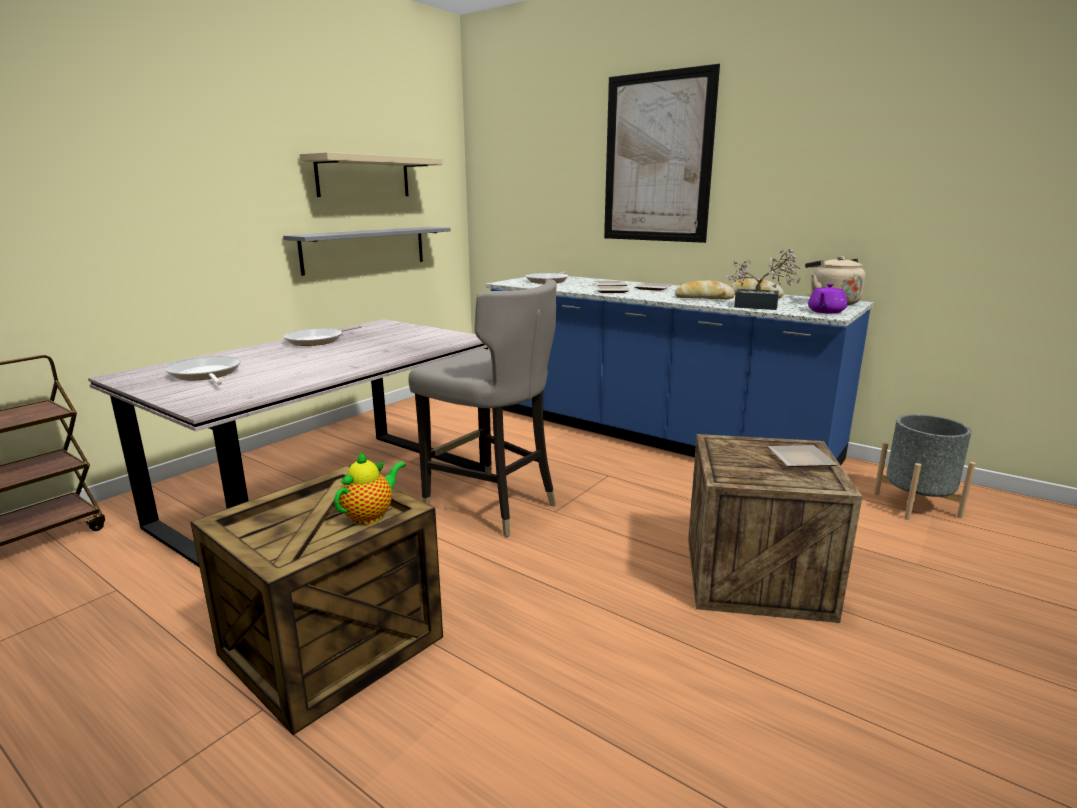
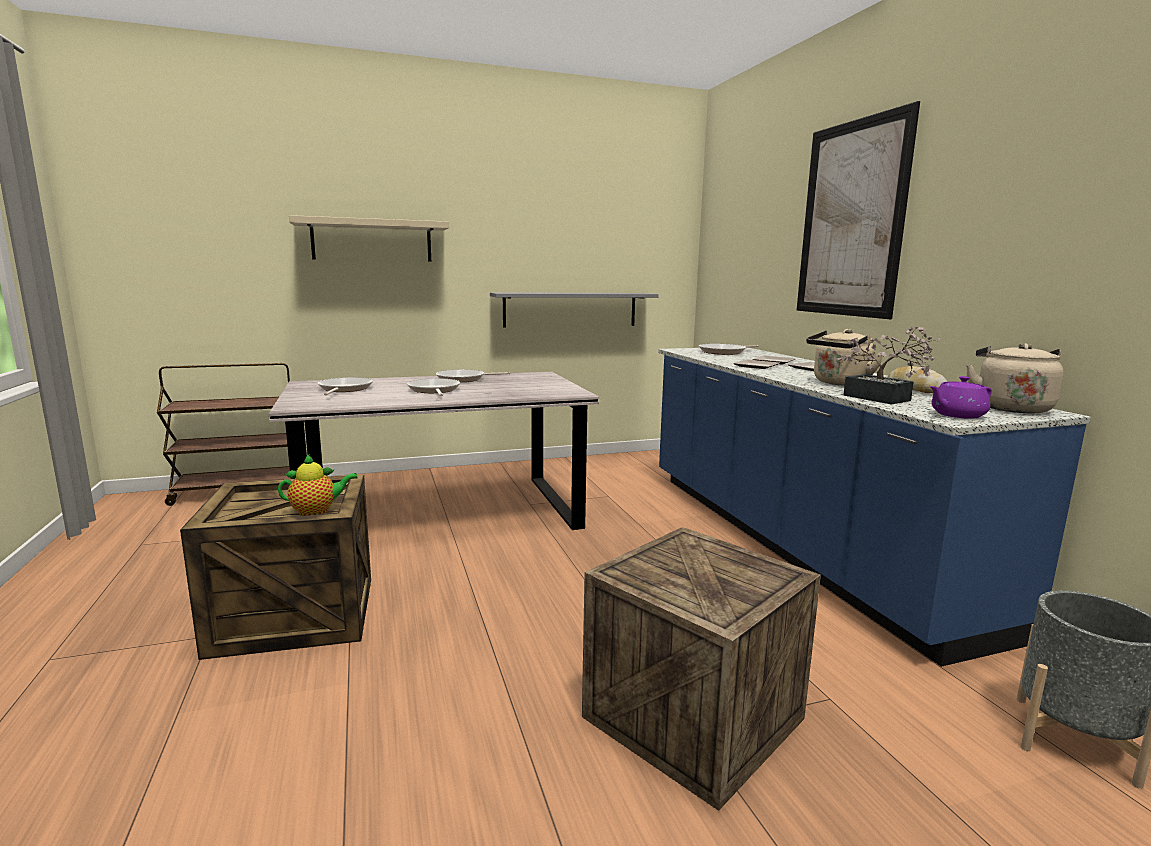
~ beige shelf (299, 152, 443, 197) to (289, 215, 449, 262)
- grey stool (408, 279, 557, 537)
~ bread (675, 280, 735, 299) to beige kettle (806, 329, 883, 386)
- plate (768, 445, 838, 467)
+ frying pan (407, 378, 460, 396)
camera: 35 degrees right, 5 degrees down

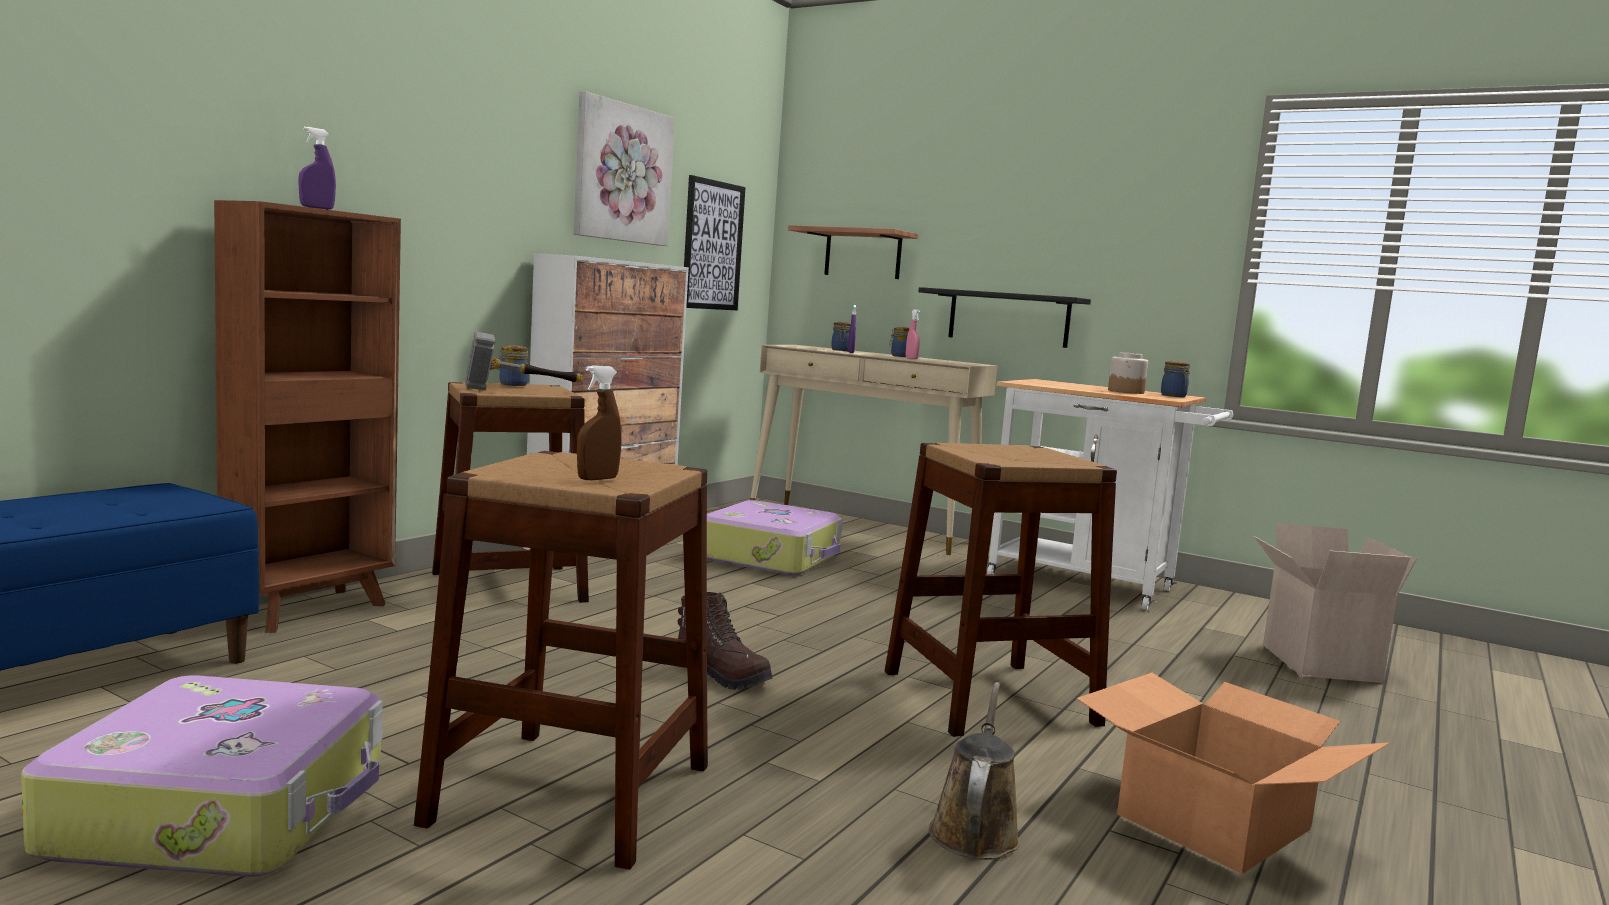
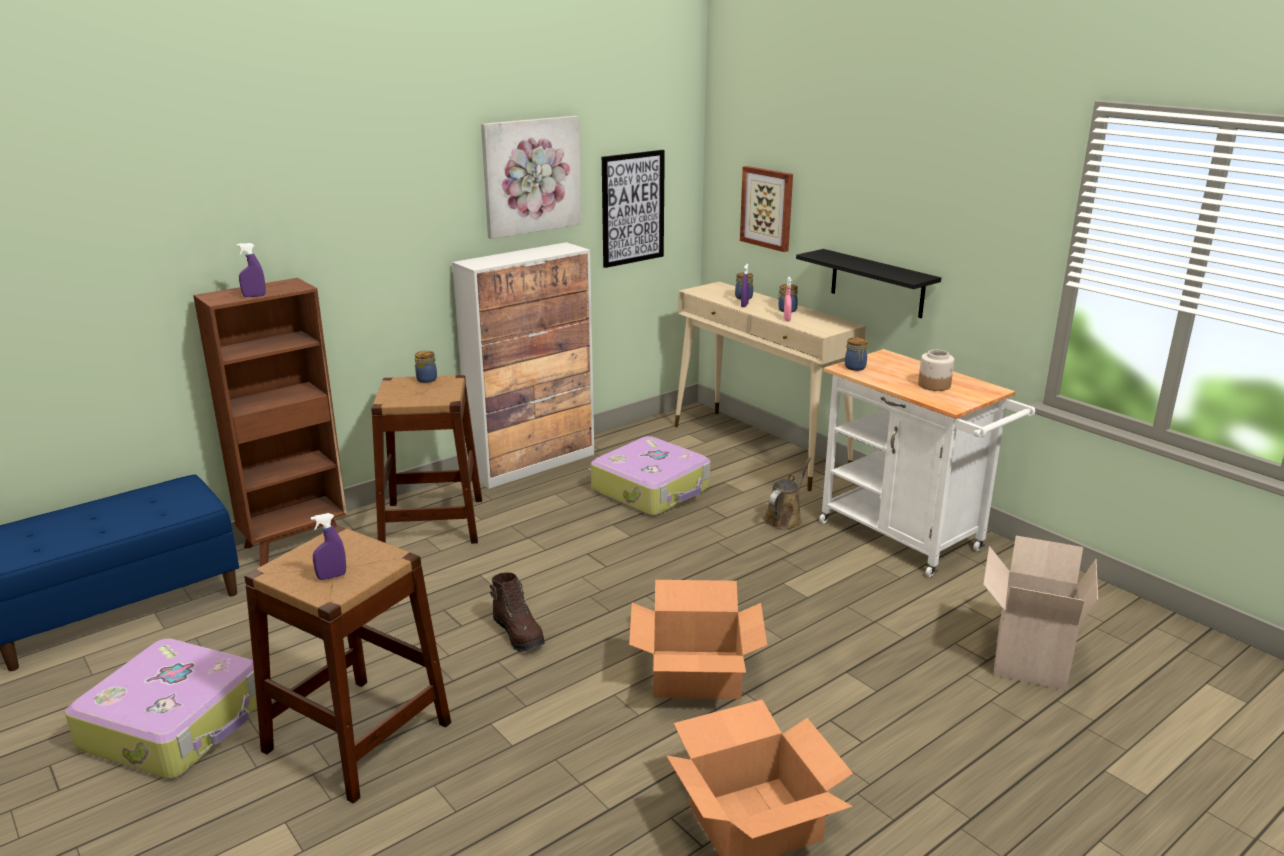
~ shelf (788, 225, 918, 279) to picture (740, 166, 793, 252)
- hammer (465, 332, 583, 390)
~ jar (1161, 361, 1190, 397) to (845, 337, 868, 371)
~ brown spray bottle (577, 365, 621, 480) to purple spray bottle (311, 513, 346, 580)
~ brown stool (885, 443, 1117, 737) to cardboard box (629, 580, 767, 699)
~ brown watering can (929, 682, 1020, 860) to (763, 457, 811, 529)
camera: 20 degrees right, 15 degrees up

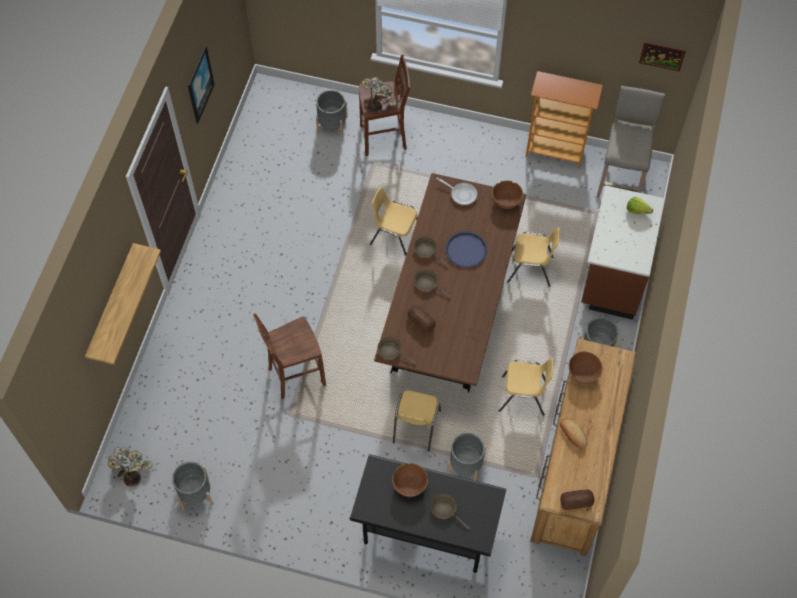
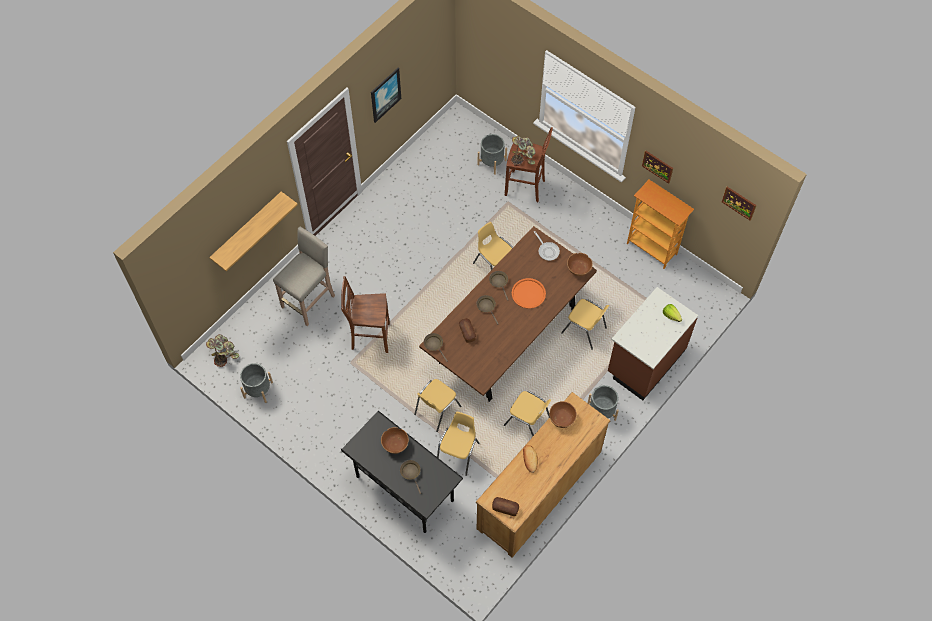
~ beige stool (597, 86, 665, 197) to (273, 226, 335, 326)
~ blue tray (445, 231, 488, 268) to orange tray (512, 278, 546, 308)
~ grey planter (447, 433, 486, 481) to yellow chair (437, 412, 479, 476)
+ picture (642, 151, 673, 184)
camera: 25 degrees right, 0 degrees up

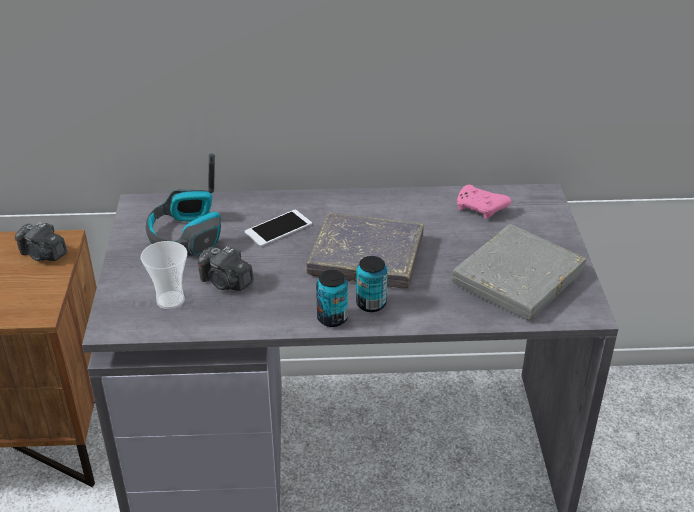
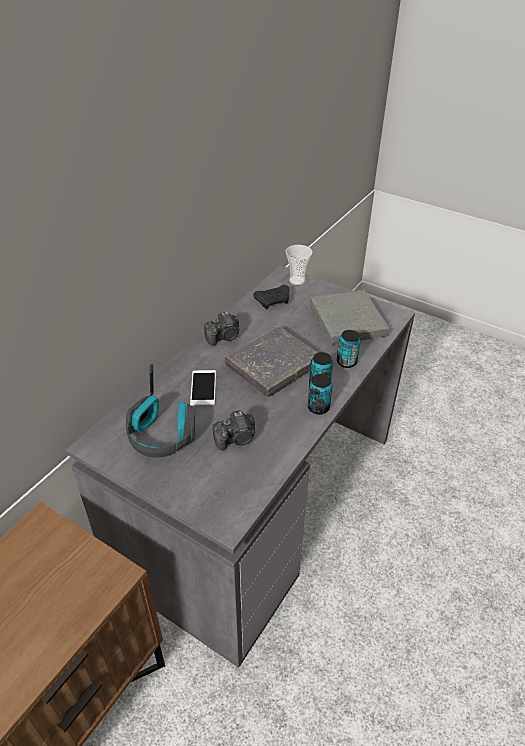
~ pink game controller (457, 185, 511, 219) to black game controller (253, 285, 289, 309)
~ photo camera (15, 222, 67, 261) to (204, 312, 240, 346)
~ cup (140, 241, 187, 309) to (286, 245, 312, 285)
+ can (337, 330, 361, 368)
camera: 55 degrees left, 5 degrees up

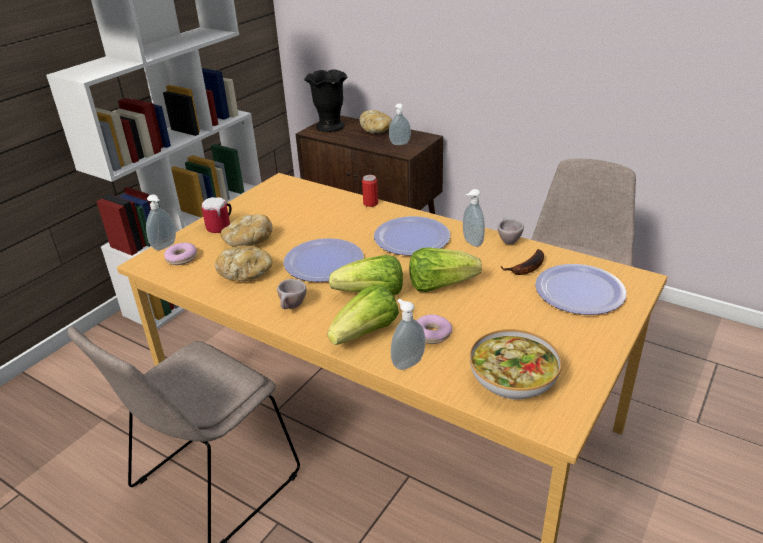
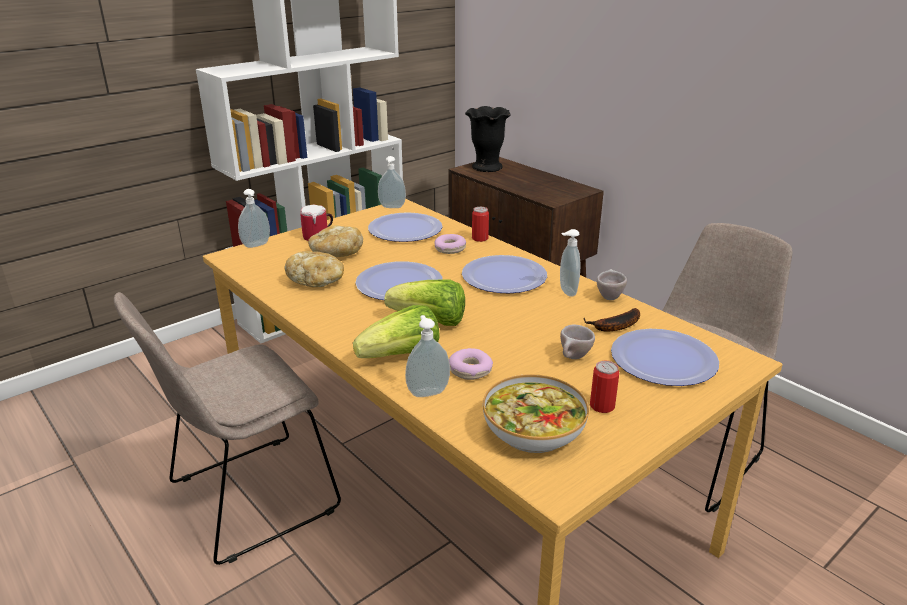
~ soap dispenser (389, 103, 411, 145) to (378, 156, 406, 208)
- bread (359, 110, 392, 133)
~ donut (164, 243, 197, 265) to (435, 234, 466, 254)
- lettuce (409, 248, 482, 292)
~ beige cup (277, 279, 307, 309) to (560, 324, 595, 359)
+ plate (368, 212, 443, 242)
+ can (590, 361, 619, 413)
camera: 15 degrees right, 5 degrees down

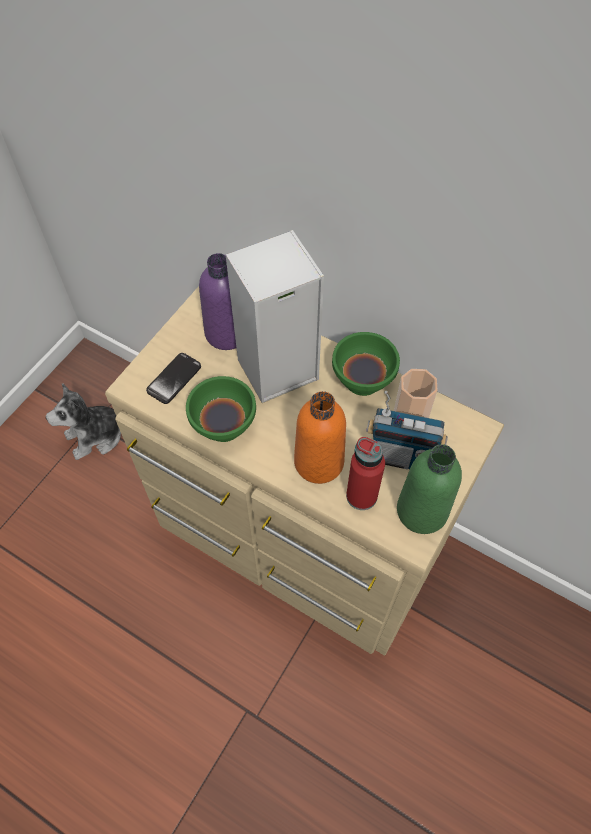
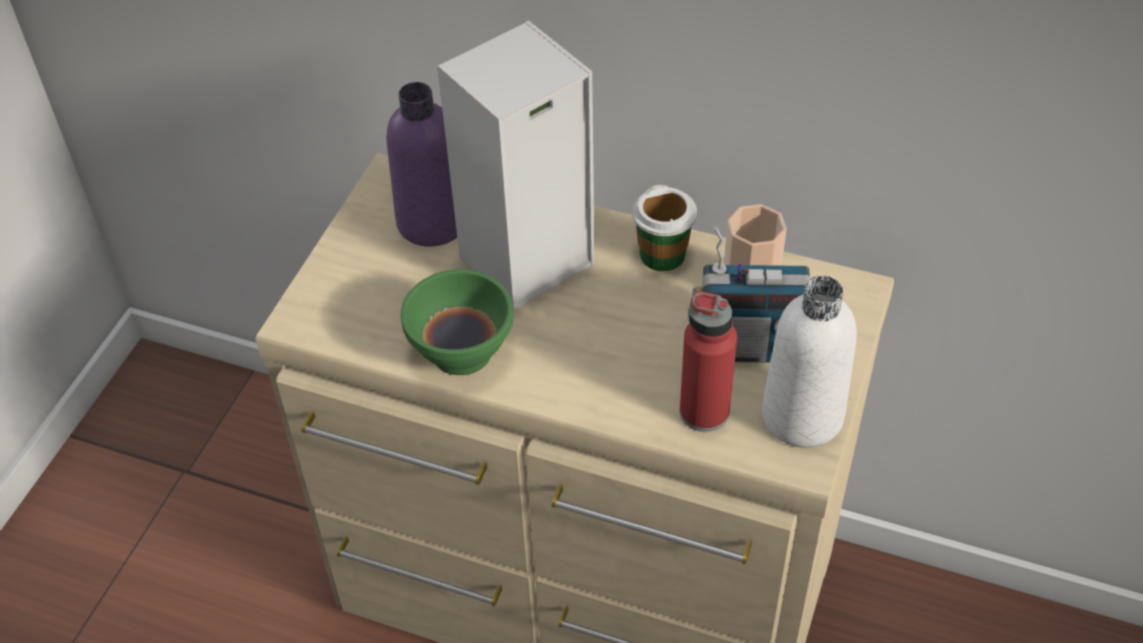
~ green bowl (332, 332, 400, 396) to cup (632, 185, 697, 271)
- phone (146, 353, 201, 404)
- plush toy (46, 383, 121, 460)
- orange bottle (294, 391, 346, 484)
~ green bottle (397, 444, 462, 534) to white bottle (762, 276, 857, 448)
camera: 10 degrees left, 10 degrees down

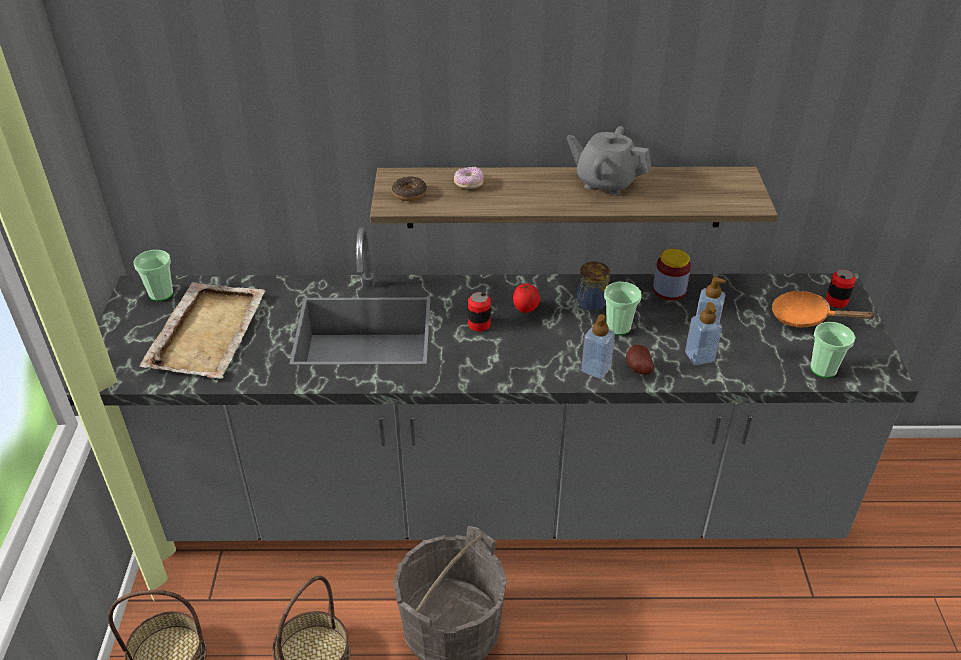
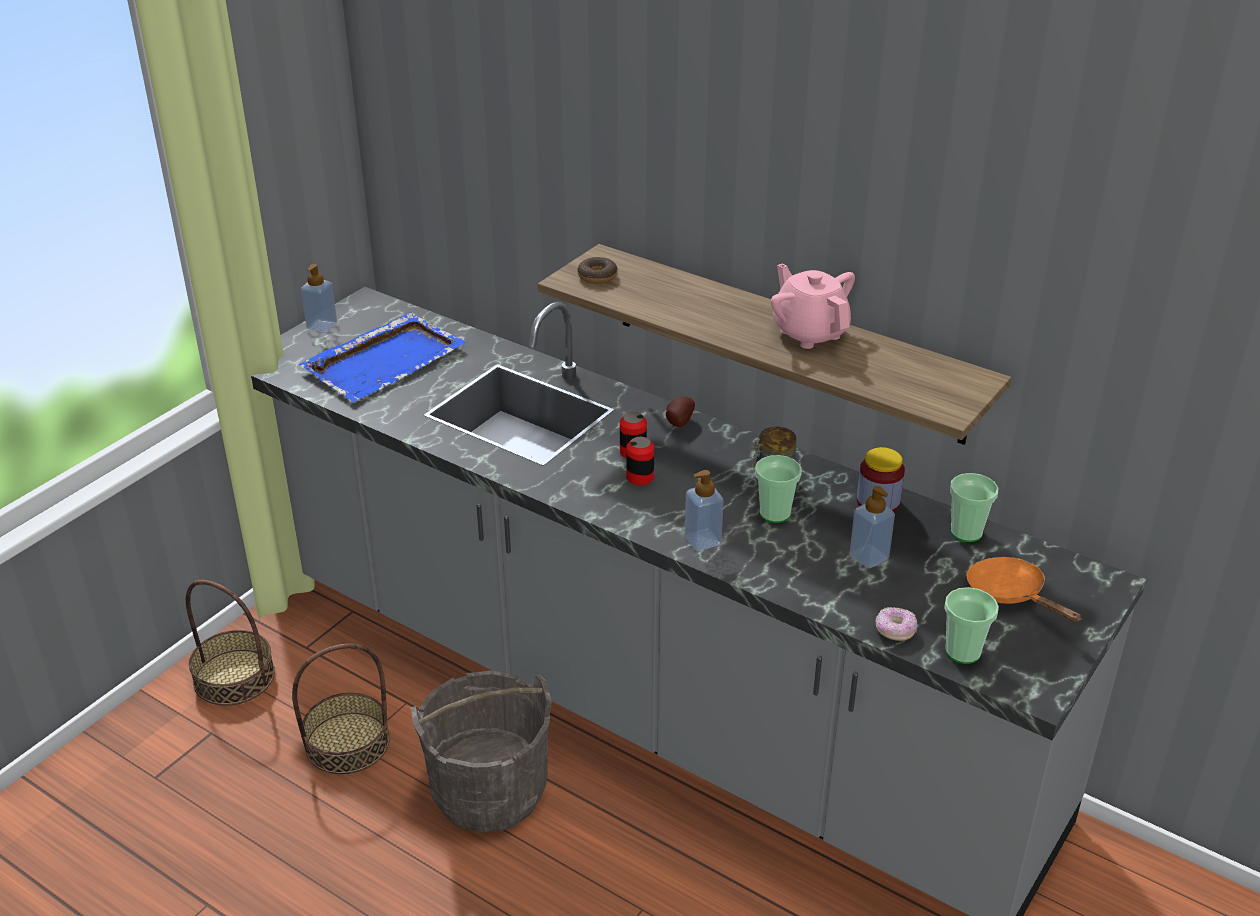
~ grey teapot (567, 126, 651, 195) to pink teapot (771, 263, 855, 349)
~ donut (454, 167, 484, 189) to (876, 607, 917, 641)
~ cup (133, 250, 173, 301) to (950, 473, 998, 542)
~ can (826, 269, 856, 308) to (627, 437, 654, 486)
~ beige tray (139, 282, 266, 379) to blue tray (299, 312, 466, 402)
- tomato (513, 283, 540, 313)
~ soap dispenser (685, 302, 722, 365) to (301, 264, 337, 333)
~ potato (626, 345, 654, 374) to (666, 396, 695, 427)
camera: 35 degrees right, 5 degrees down

